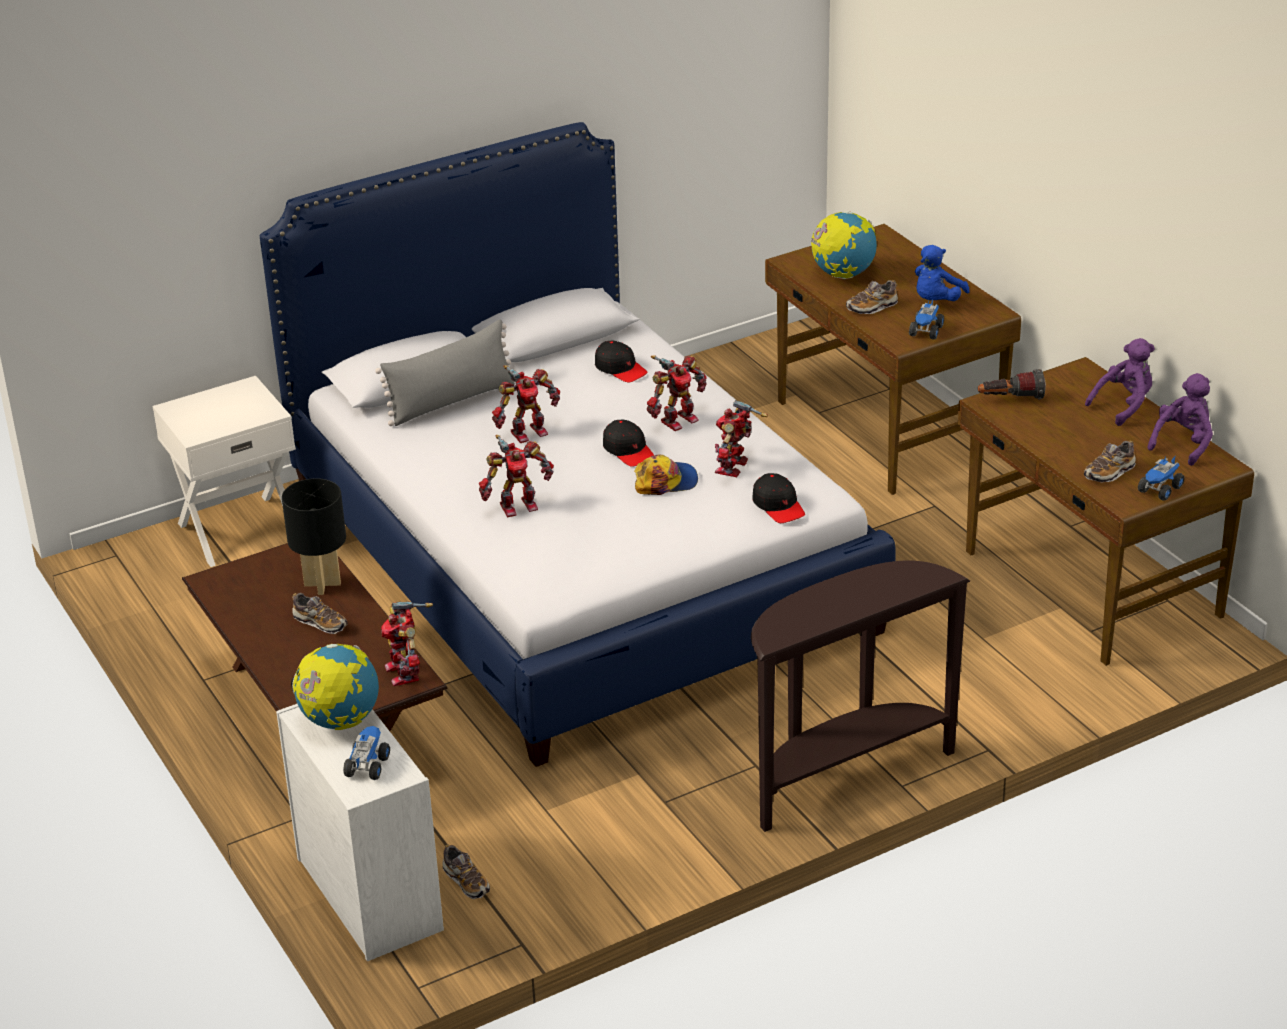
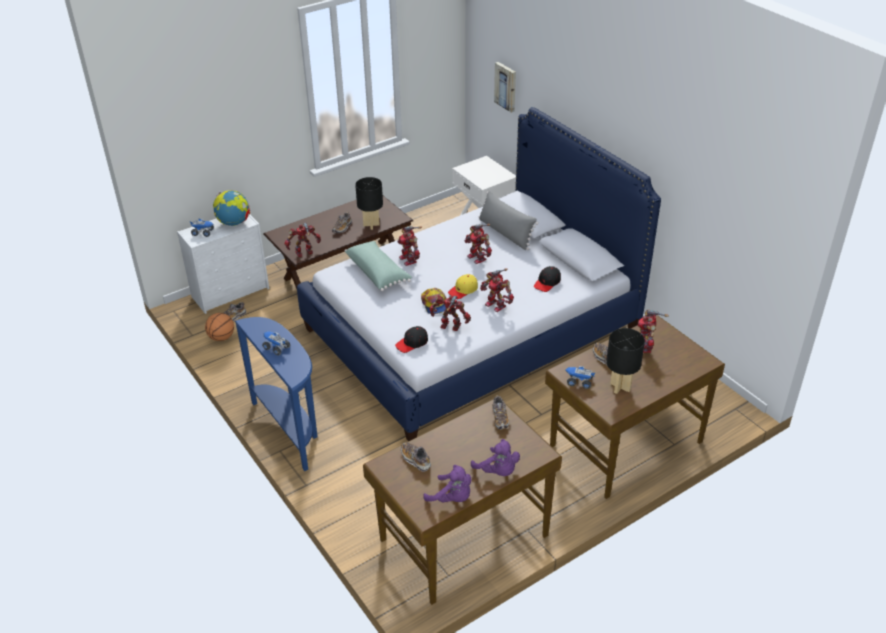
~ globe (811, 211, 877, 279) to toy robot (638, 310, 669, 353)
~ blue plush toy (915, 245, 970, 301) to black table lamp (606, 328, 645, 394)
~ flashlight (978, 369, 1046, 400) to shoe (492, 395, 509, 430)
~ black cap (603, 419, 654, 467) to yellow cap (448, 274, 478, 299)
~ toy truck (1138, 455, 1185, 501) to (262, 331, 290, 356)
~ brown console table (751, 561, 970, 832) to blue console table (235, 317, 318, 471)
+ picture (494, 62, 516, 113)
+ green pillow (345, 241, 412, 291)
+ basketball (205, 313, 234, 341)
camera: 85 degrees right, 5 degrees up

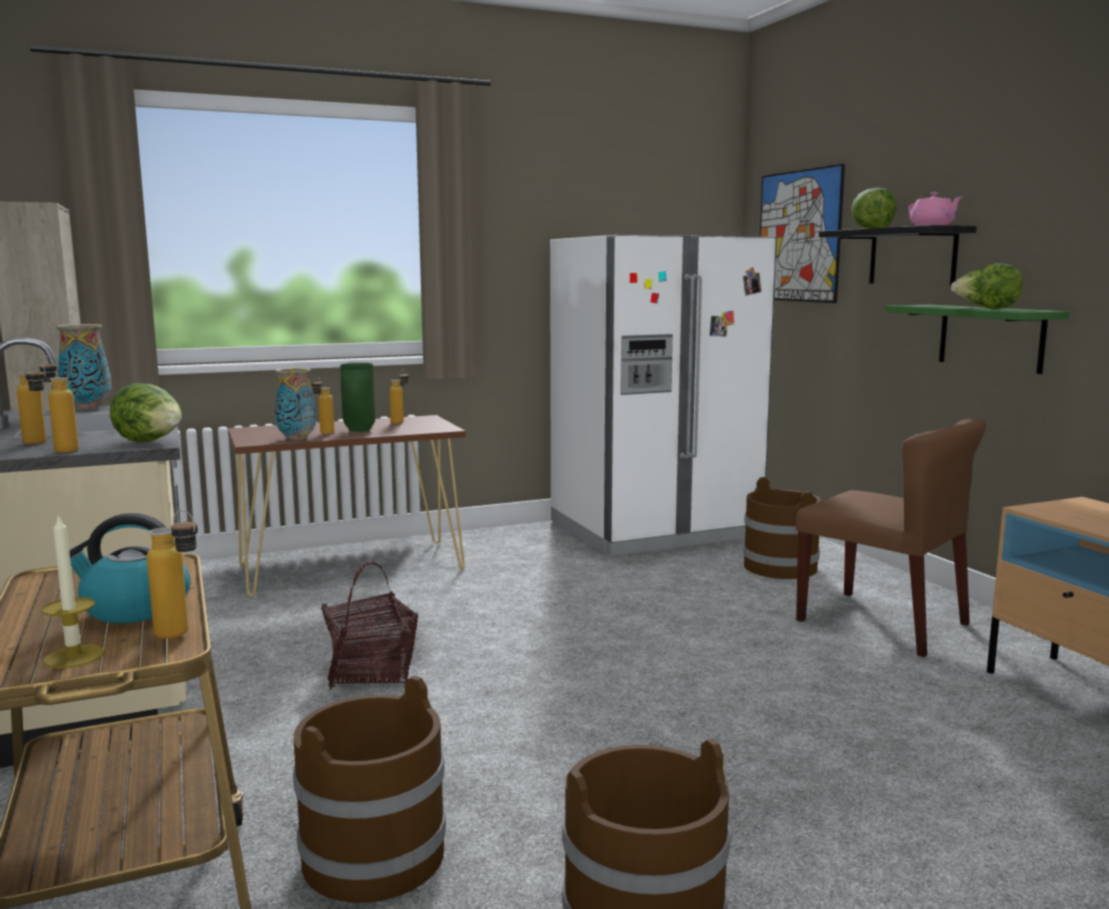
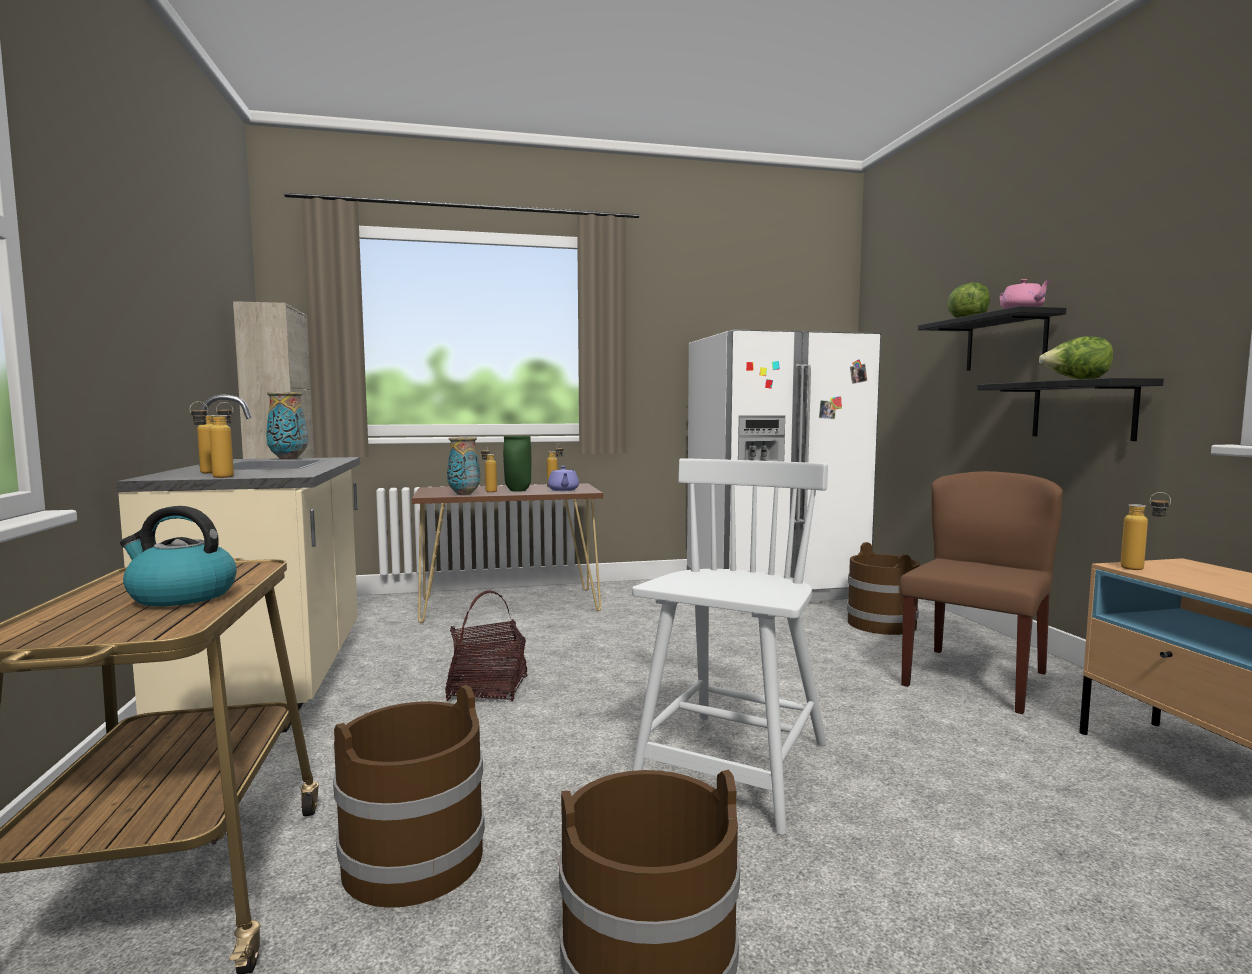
- picture (760, 164, 845, 303)
~ green shelf (885, 305, 1070, 374) to black shelf (977, 378, 1164, 441)
- lettuce (110, 383, 182, 442)
~ brown chair (795, 419, 986, 657) = (899, 471, 1063, 714) 105 degrees counterclockwise
~ bottle (147, 510, 198, 639) to (1120, 492, 1171, 570)
- candle (42, 513, 105, 669)
+ white chair (632, 458, 828, 835)
+ purple teapot (548, 466, 579, 491)
camera: 10 degrees right, 5 degrees down

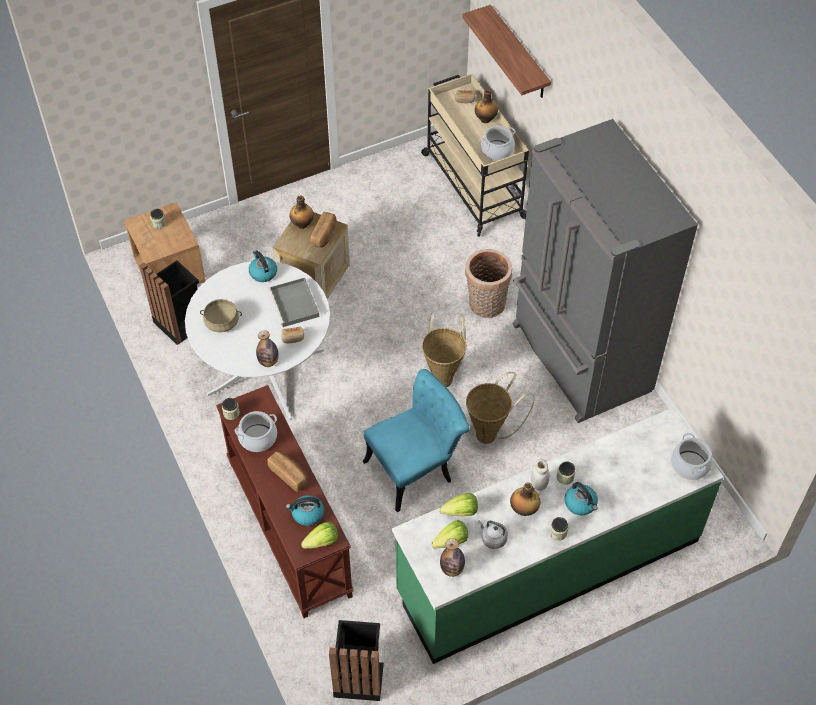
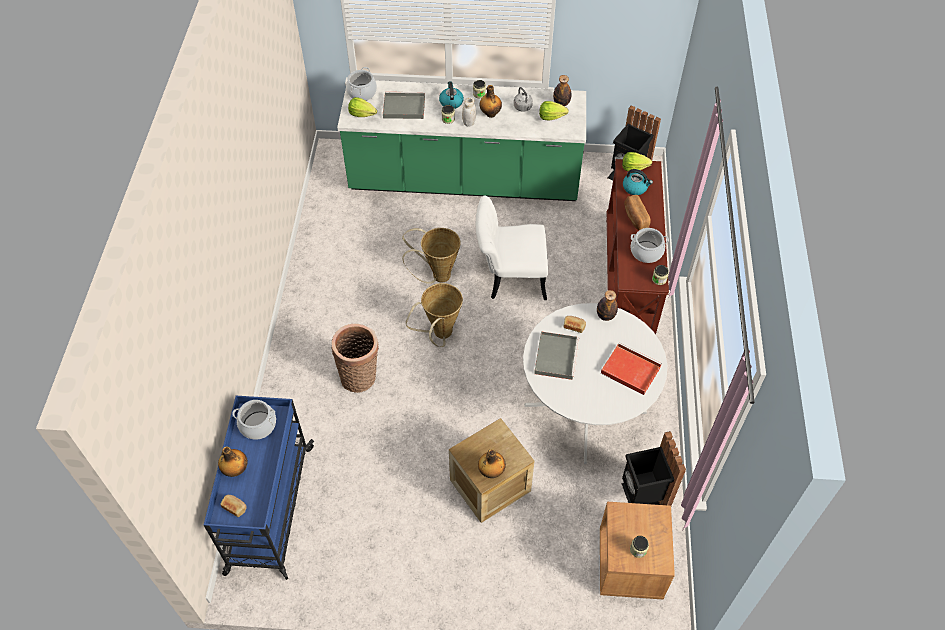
- shelf (462, 5, 551, 98)
~ beige cart (421, 74, 529, 237) to blue cart (204, 396, 314, 580)
- grey fridge (512, 119, 698, 423)
- bread (310, 212, 337, 248)
- kettle (249, 250, 277, 282)
~ beige cooking pot (200, 299, 242, 332) to red tray (601, 342, 662, 395)
~ turquoise chair (363, 369, 470, 512) to white chair (476, 196, 548, 300)
~ lettuce (440, 493, 478, 516) to (348, 97, 377, 117)
+ grey tray (383, 92, 425, 119)
camera: 150 degrees left, 0 degrees up

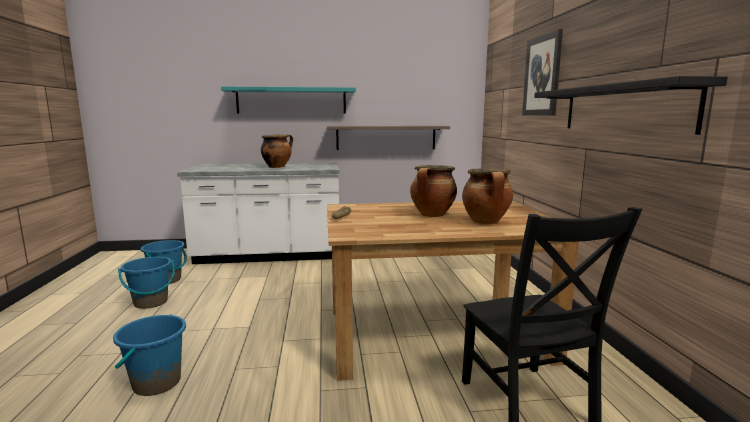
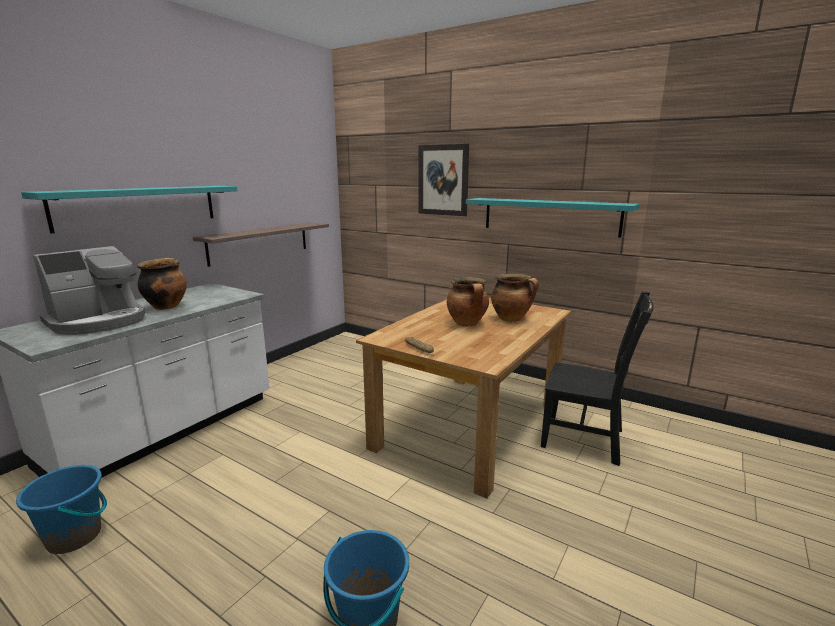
~ black shelf (534, 76, 728, 135) to turquoise shelf (466, 198, 639, 238)
- blue bucket (118, 257, 175, 309)
+ coffee machine (33, 246, 145, 335)
camera: 50 degrees left, 5 degrees up

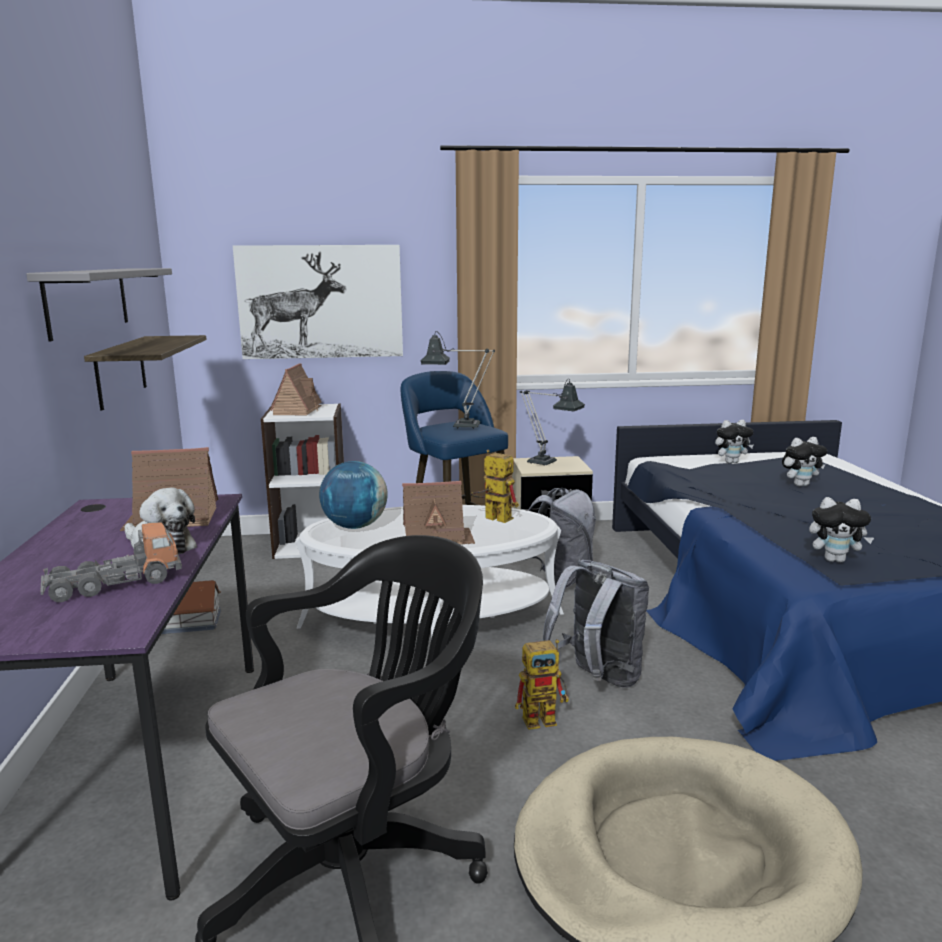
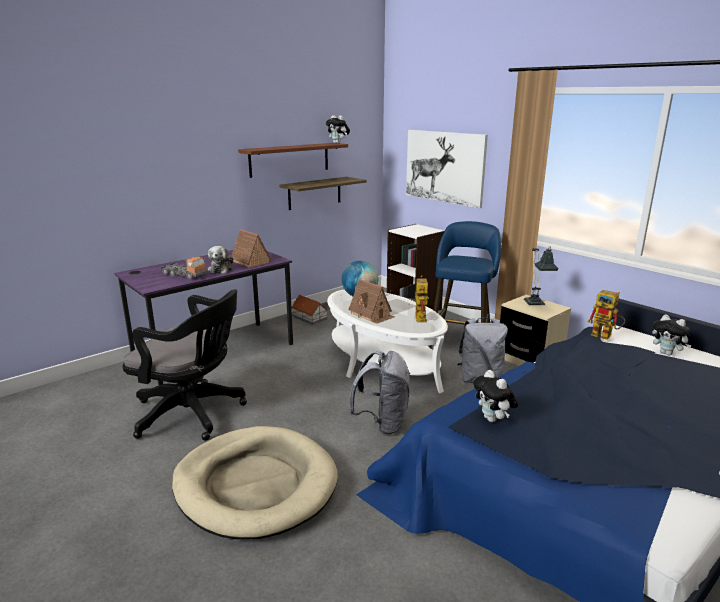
~ grey shelf (26, 268, 172, 341) to brown shelf (238, 143, 348, 178)
- table lamp (421, 331, 495, 429)
- toy house (270, 363, 321, 416)
~ plush toy (782, 437, 827, 486) to (326, 115, 350, 144)
~ toy robot (515, 639, 569, 730) to (588, 290, 625, 340)
camera: 55 degrees right, 5 degrees up

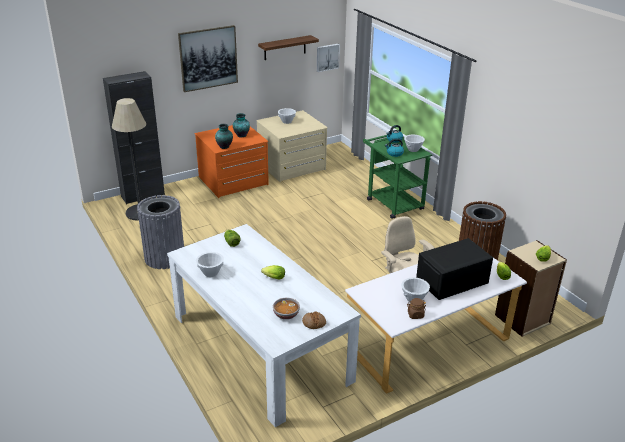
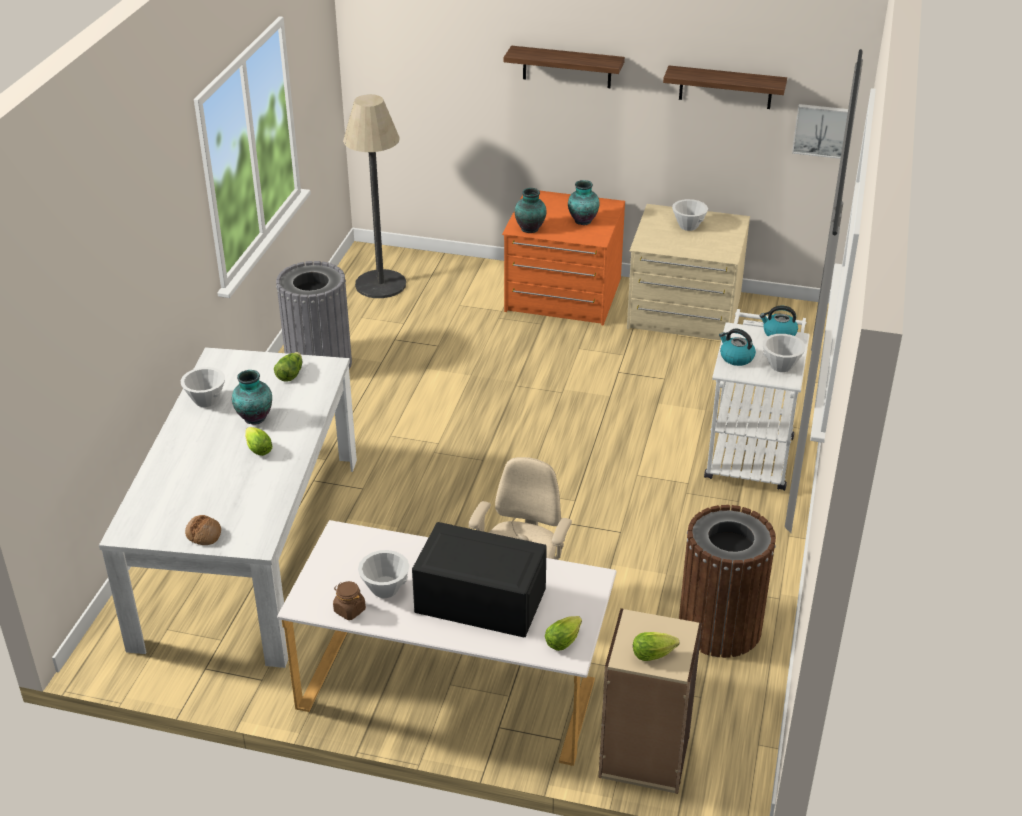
~ picture (178, 25, 238, 92) to shelf (504, 46, 625, 88)
- black cabinet (103, 71, 165, 204)
~ green cart (363, 135, 432, 219) to white cart (704, 309, 810, 491)
- bowl (273, 298, 300, 320)
+ vase (232, 370, 272, 424)
camera: 45 degrees right, 5 degrees up

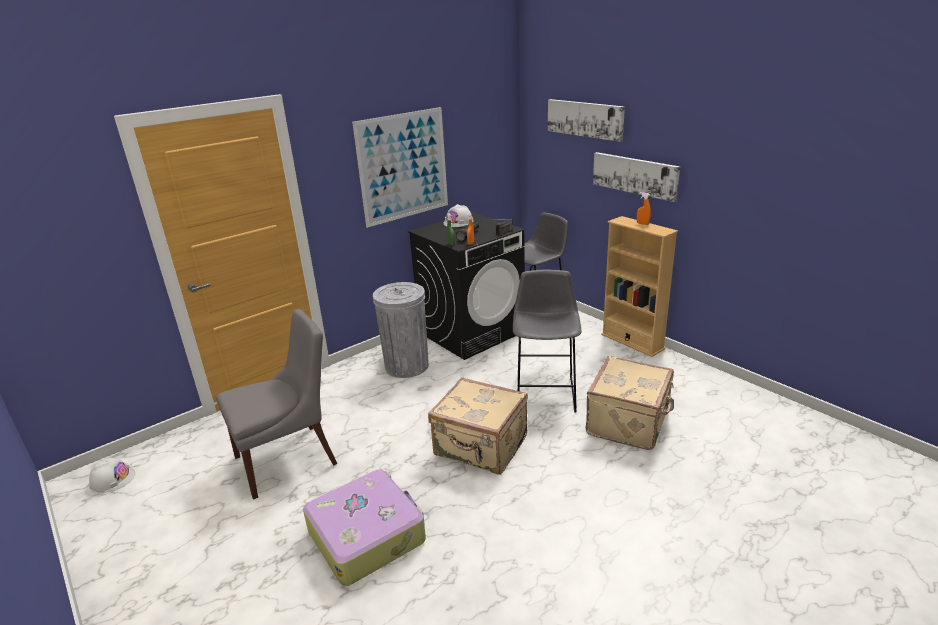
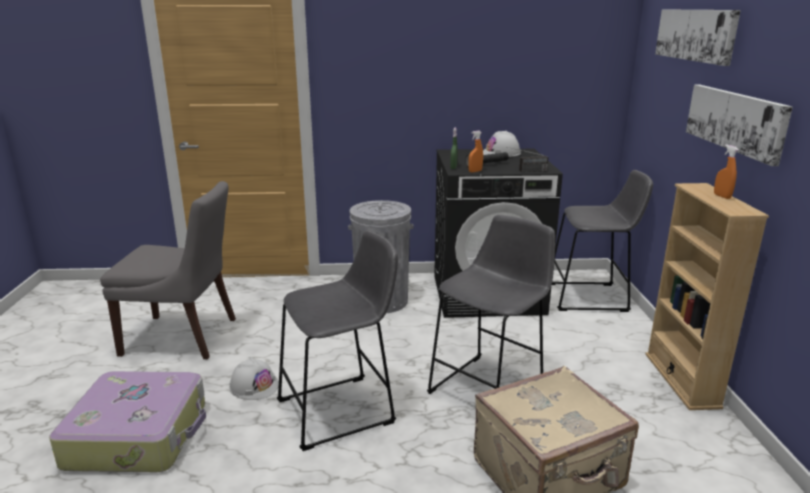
- picture (352, 107, 448, 228)
~ beige suitcase (428, 377, 528, 475) to grey stool (277, 230, 398, 451)
~ white hard hat (88, 458, 135, 493) to (230, 357, 279, 400)
camera: 35 degrees right, 5 degrees down

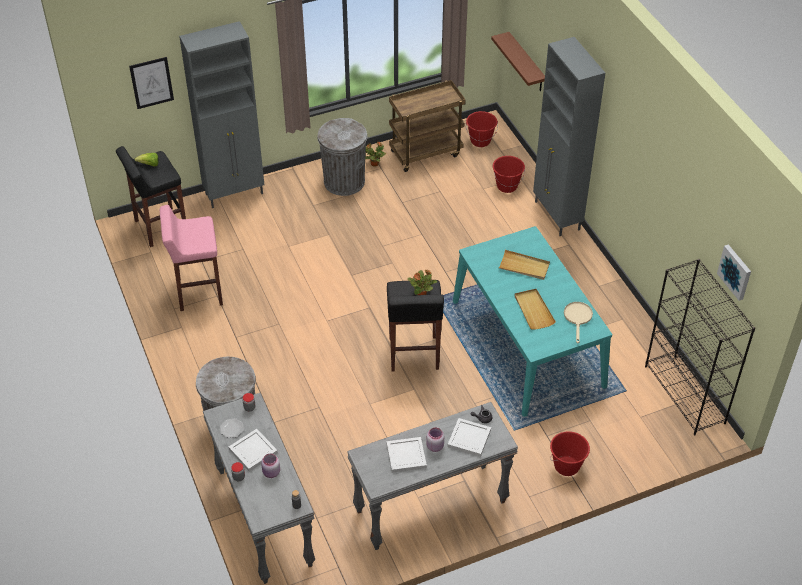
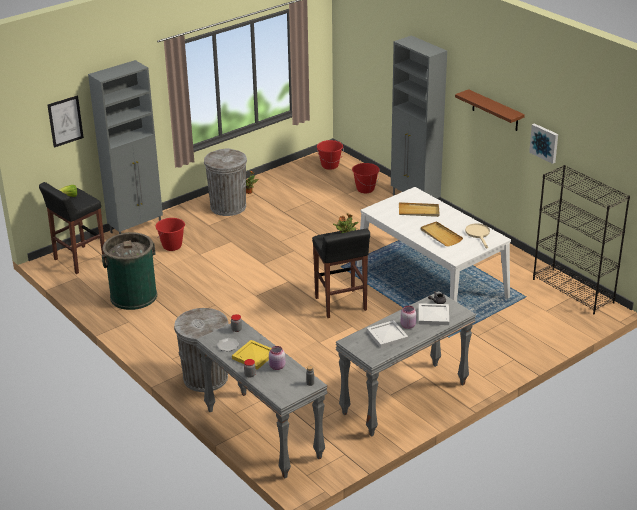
~ brown shelf (491, 32, 545, 91) to (455, 89, 525, 131)
- brown cart (389, 80, 466, 172)
~ pink stool (160, 205, 223, 311) to green trash can (102, 232, 157, 310)
~ turquoise dining table (453, 226, 612, 417) to white dining table (357, 187, 511, 302)
~ picture (717, 244, 751, 301) to (529, 123, 558, 164)
~ white tray (229, 429, 278, 472) to yellow tray (232, 340, 271, 370)
~ red bucket (550, 431, 590, 476) to (155, 218, 185, 251)
camera: 15 degrees left, 15 degrees down

